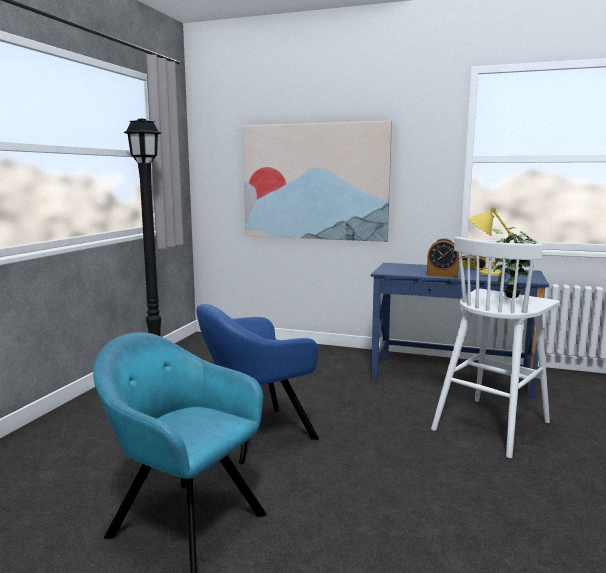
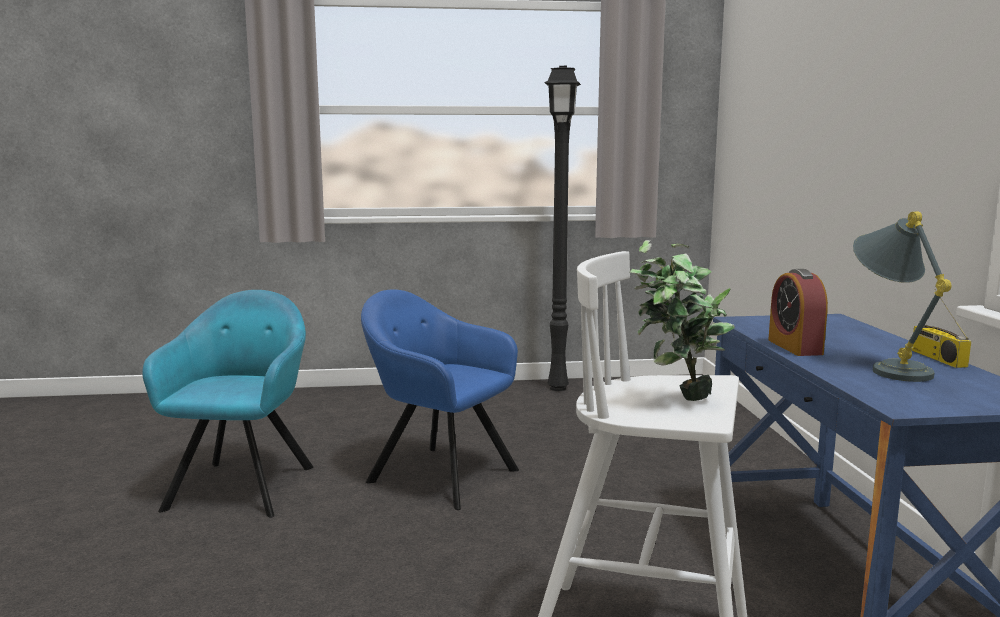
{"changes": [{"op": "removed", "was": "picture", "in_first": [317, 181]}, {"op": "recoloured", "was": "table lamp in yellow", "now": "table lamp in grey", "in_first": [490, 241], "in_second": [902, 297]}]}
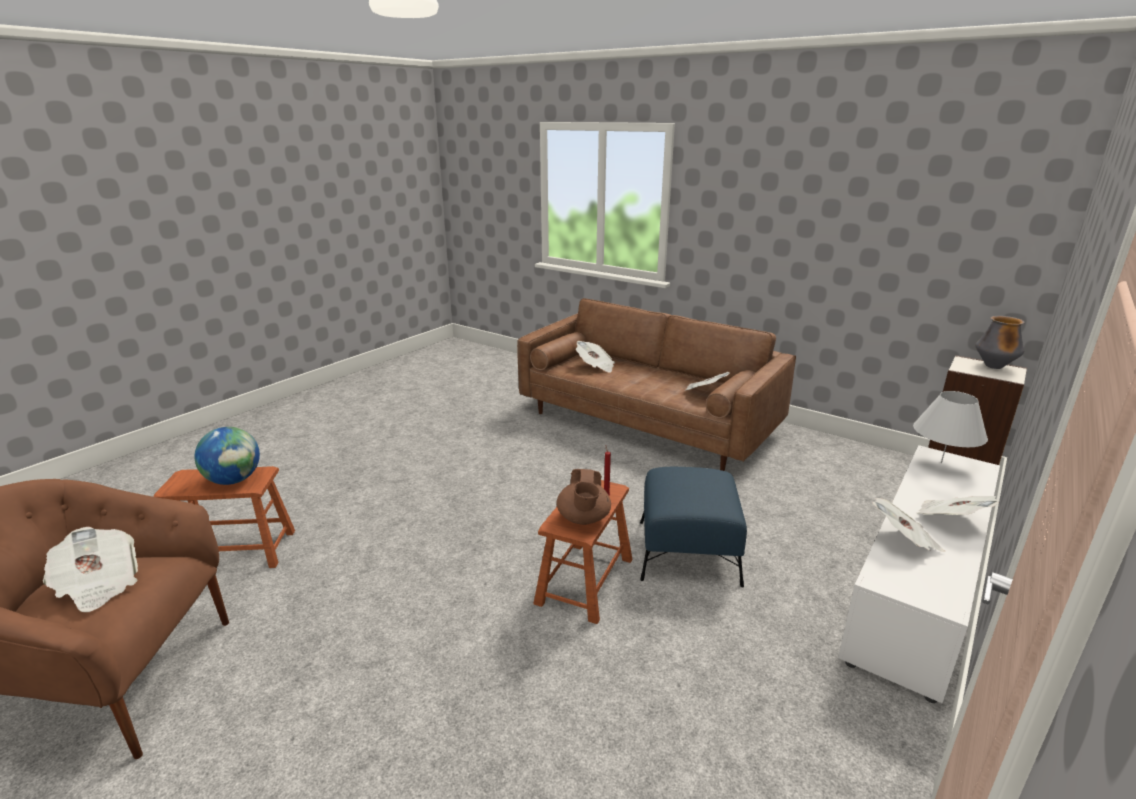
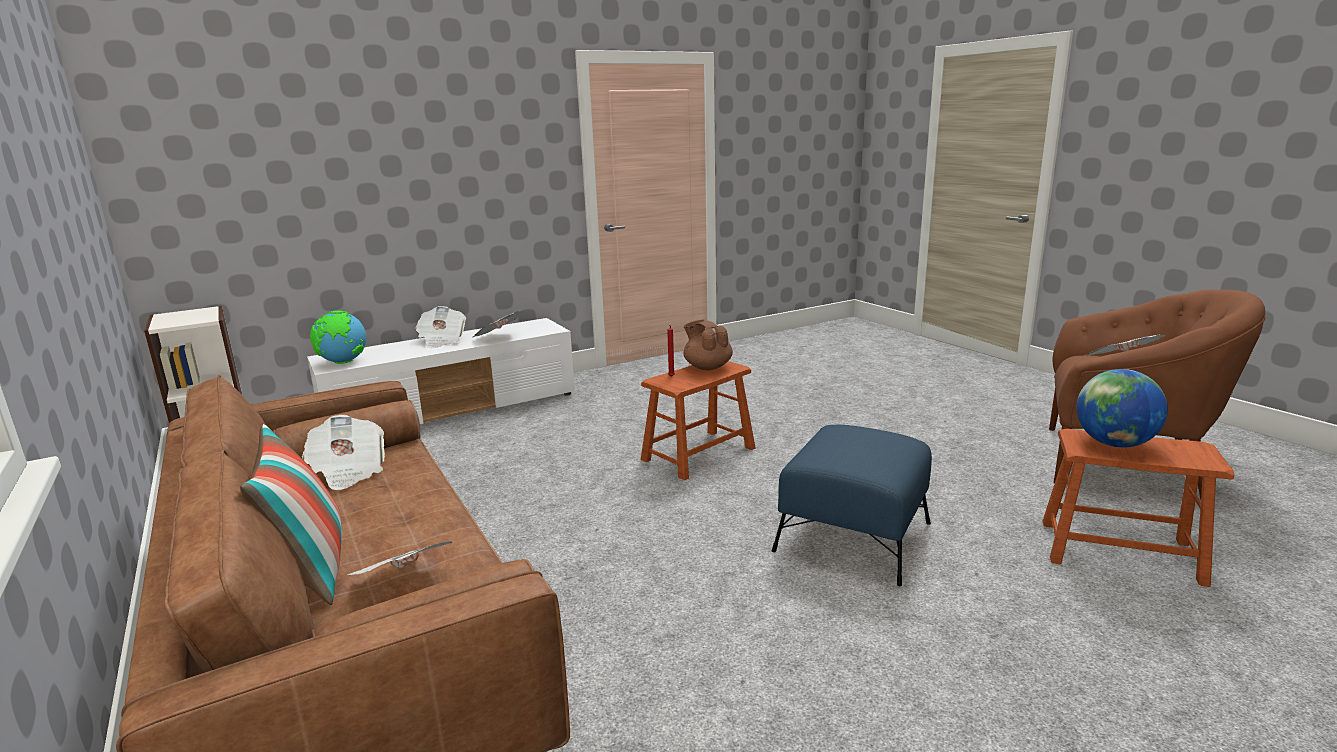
{"changes": [{"op": "removed", "was": "vase", "in_first": [1000, 342]}, {"op": "added", "now": "pillow", "in_second": [291, 514]}, {"op": "moved", "was": "ottoman in blue", "in_first": [693, 527], "in_second": [852, 505]}, {"op": "replaced", "was": "table lamp in white", "now": "globe", "in_first": [950, 427], "in_second": [338, 337]}, {"op": "turned", "was": "teapot in brown", "in_first": [583, 497], "in_second": [708, 345], "clockwise": -60}]}
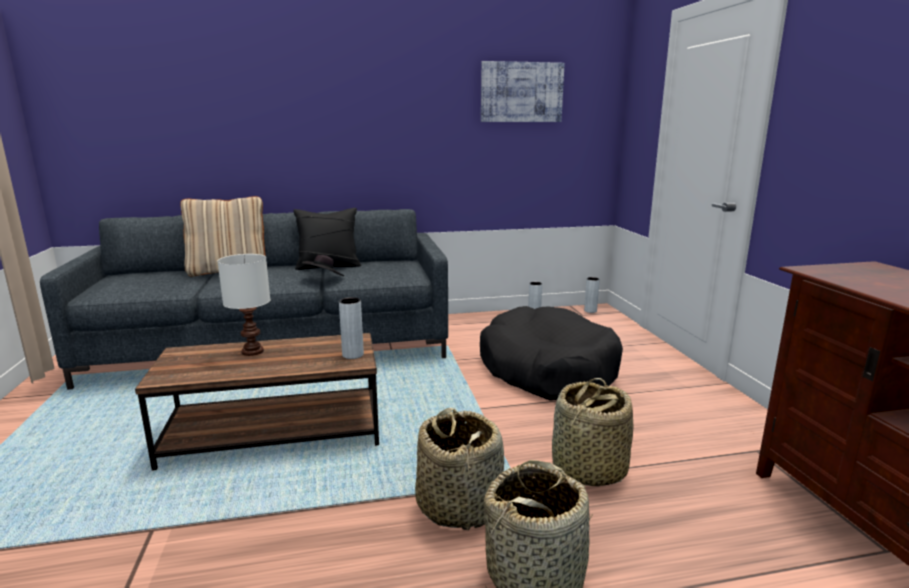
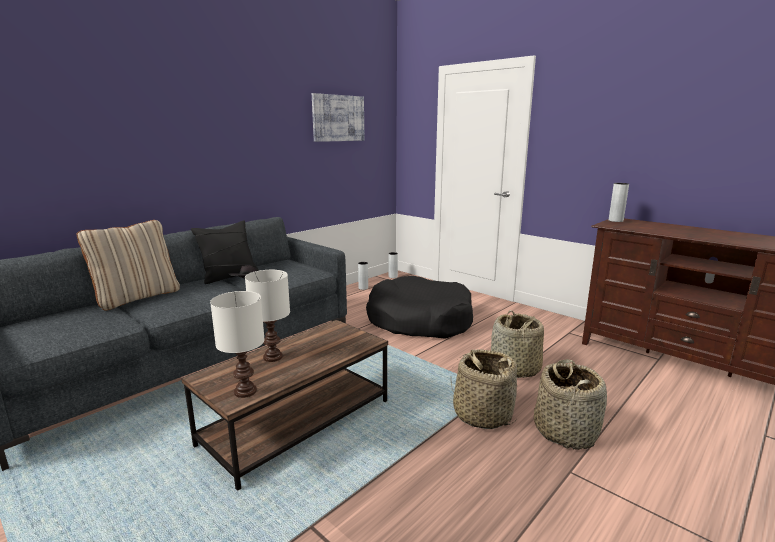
{"changes": [{"op": "added", "now": "table lamp in white", "in_second": [237, 344]}, {"op": "moved", "was": "vase in grey", "in_first": [351, 328], "in_second": [619, 202]}]}
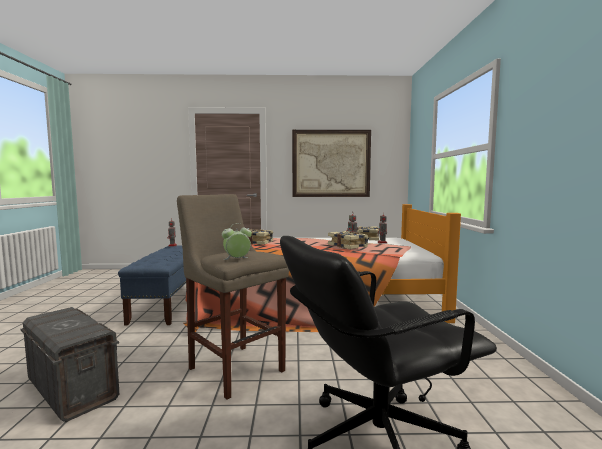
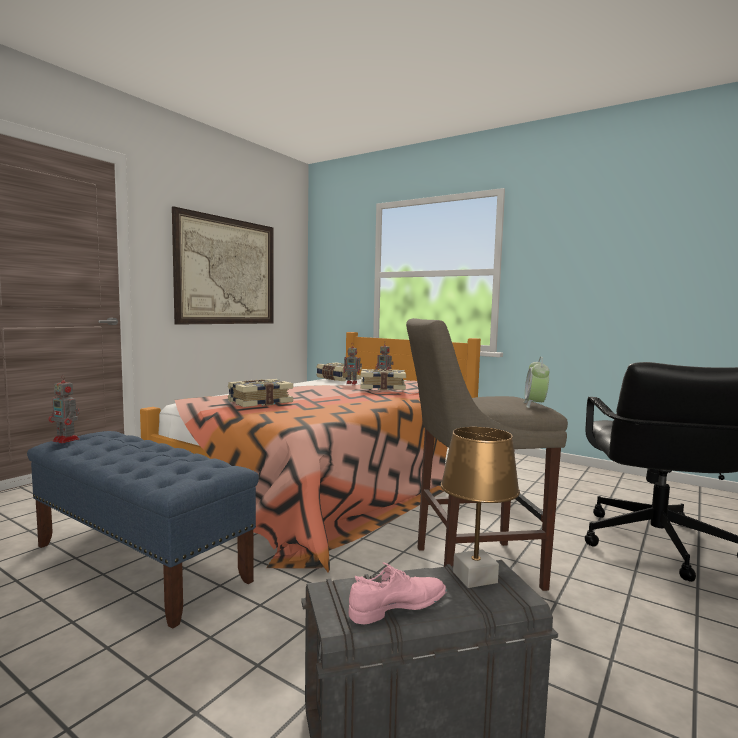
{"changes": [{"op": "added", "now": "shoe in pink", "in_second": [398, 593]}, {"op": "added", "now": "table lamp in brown", "in_second": [480, 507]}]}
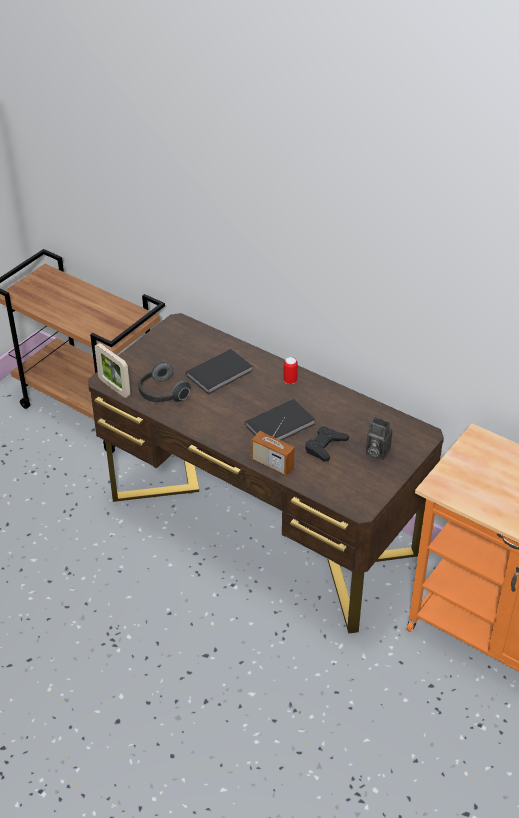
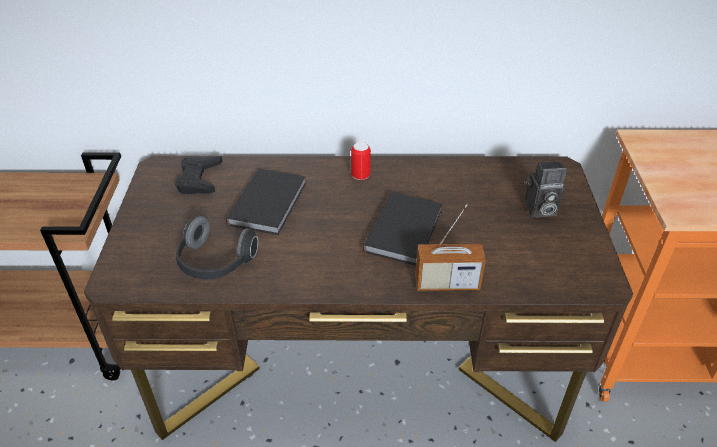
{"changes": [{"op": "removed", "was": "picture frame", "in_first": [112, 370]}, {"op": "moved", "was": "game controller in black", "in_first": [327, 444], "in_second": [198, 175]}]}
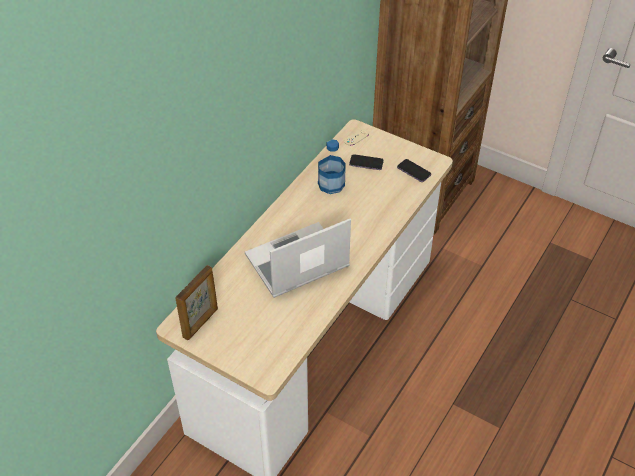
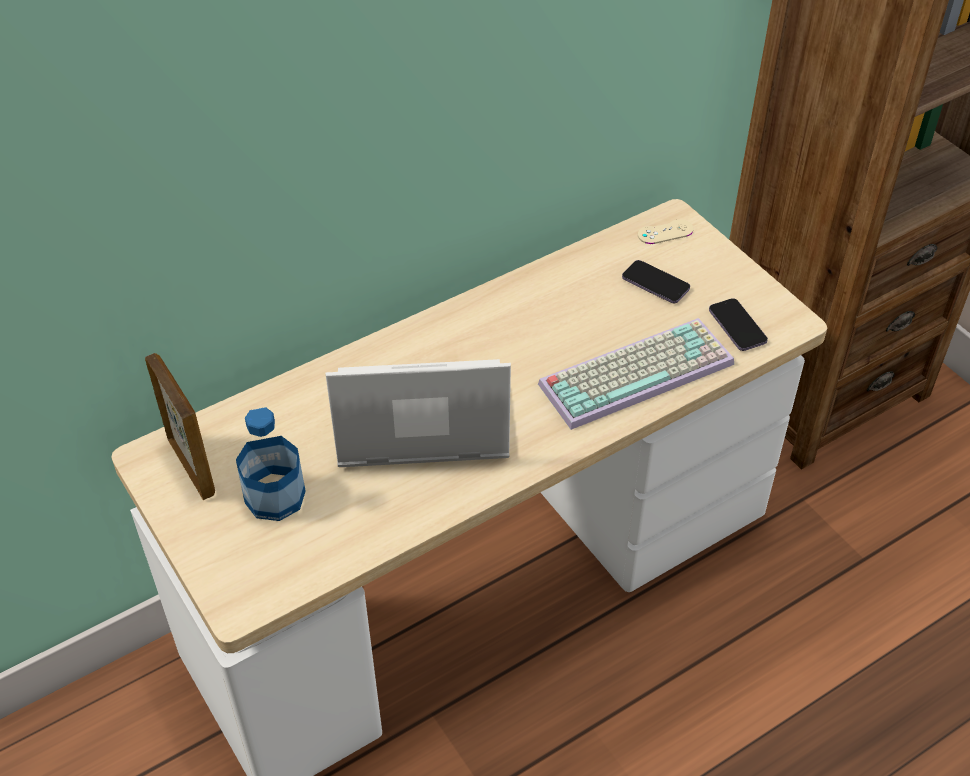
{"changes": [{"op": "added", "now": "keyboard", "in_second": [636, 374]}, {"op": "moved", "was": "bottle", "in_first": [332, 166], "in_second": [271, 464]}, {"op": "turned", "was": "picture frame", "in_first": [196, 302], "in_second": [180, 426], "clockwise": -90}]}
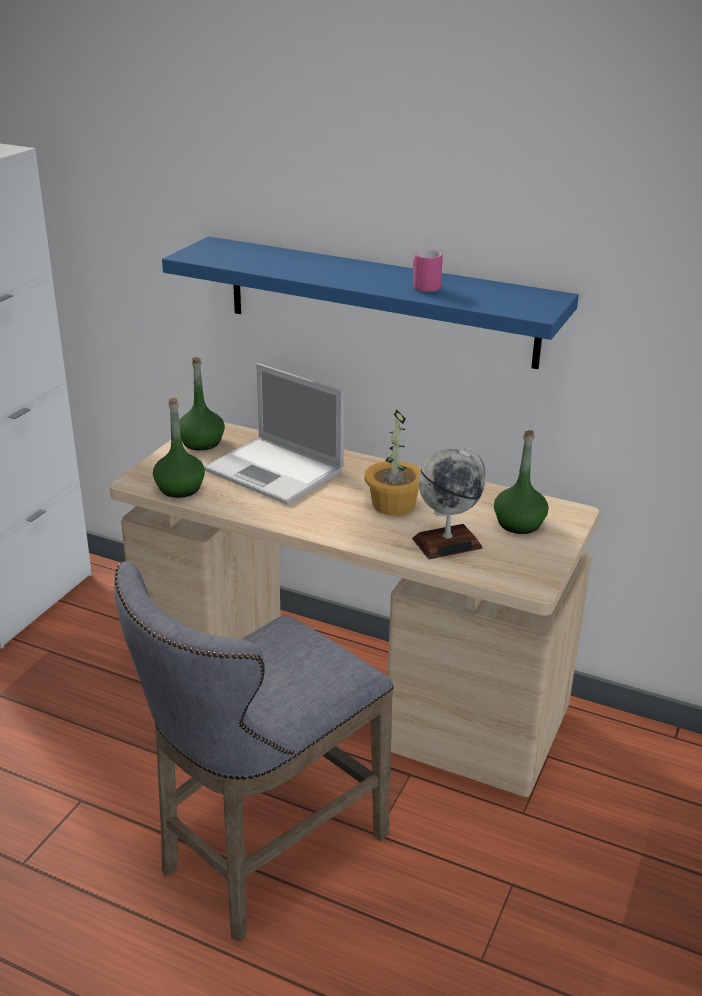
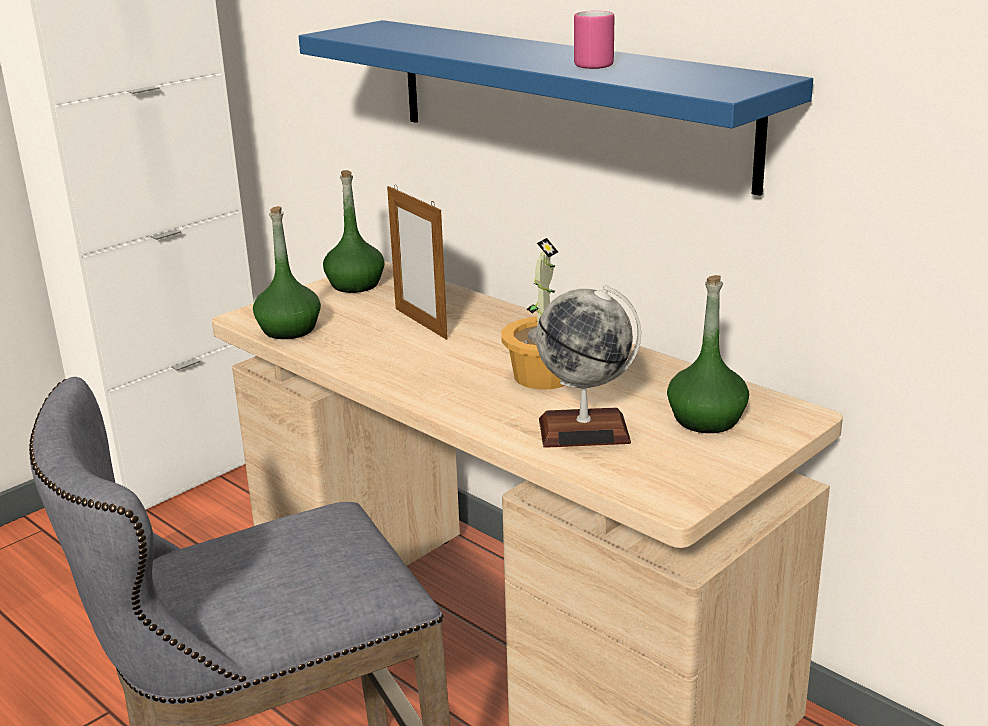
{"changes": [{"op": "replaced", "was": "laptop", "now": "picture frame", "in_first": [274, 434], "in_second": [417, 262]}]}
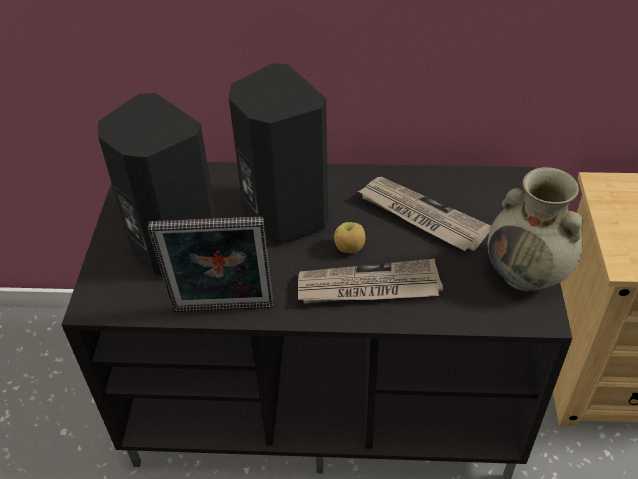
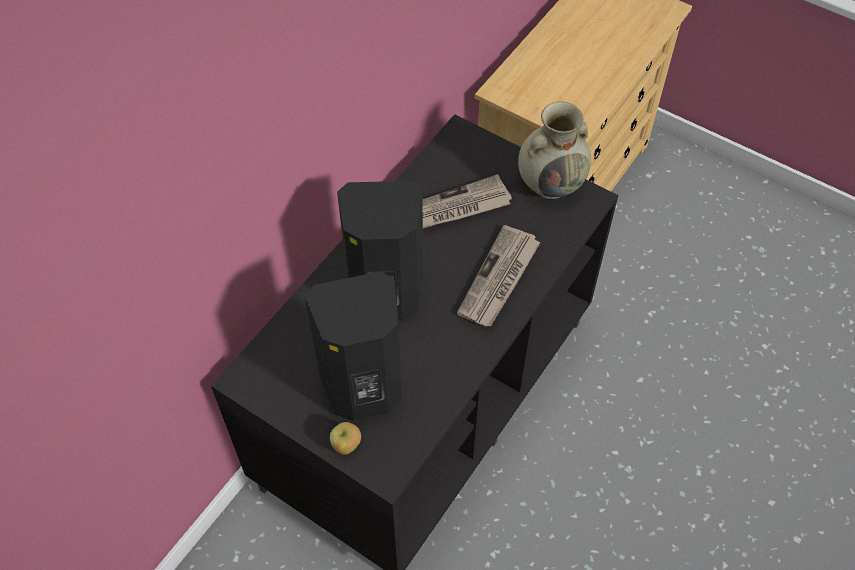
{"changes": [{"op": "removed", "was": "picture frame", "in_first": [210, 264]}, {"op": "moved", "was": "apple", "in_first": [349, 237], "in_second": [345, 438]}]}
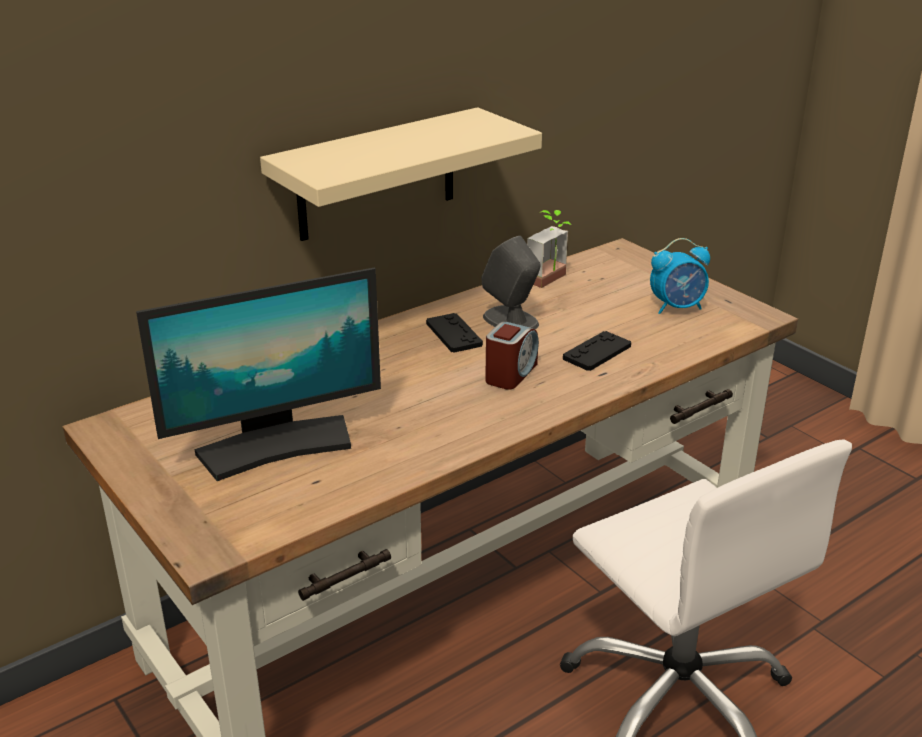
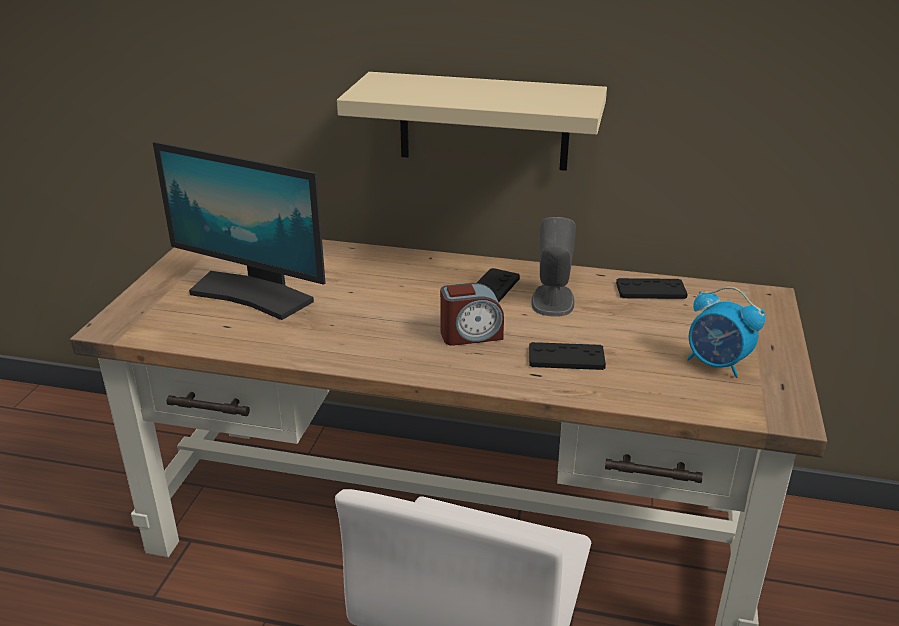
{"changes": [{"op": "replaced", "was": "potted plant", "now": "game controller in black", "in_first": [549, 249], "in_second": [651, 288]}]}
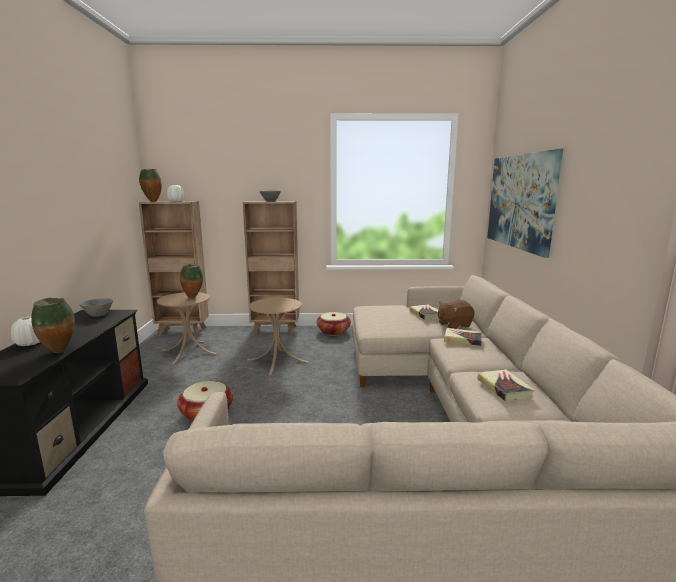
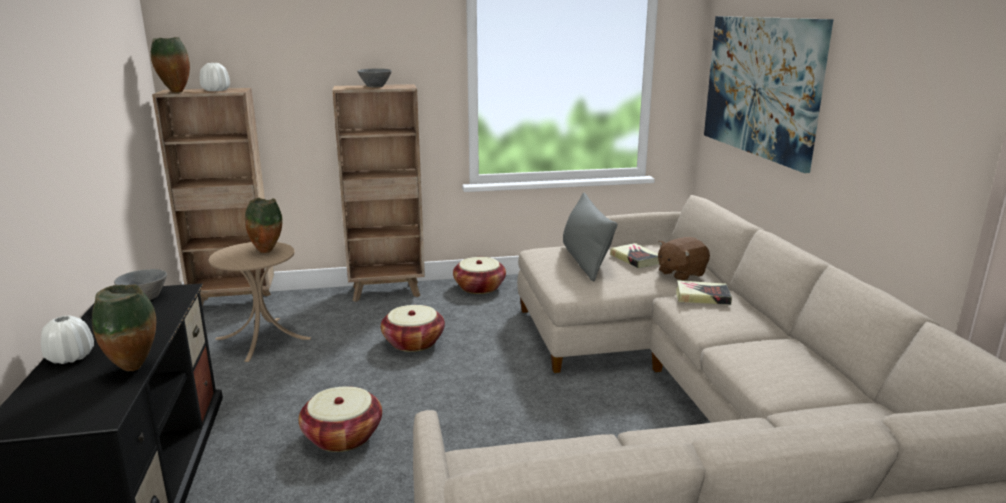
{"changes": [{"op": "removed", "was": "book", "in_first": [506, 385]}, {"op": "added", "now": "pillow in grey", "in_second": [590, 236]}, {"op": "replaced", "was": "side table in beige", "now": "basket", "in_first": [278, 336], "in_second": [413, 328]}]}
